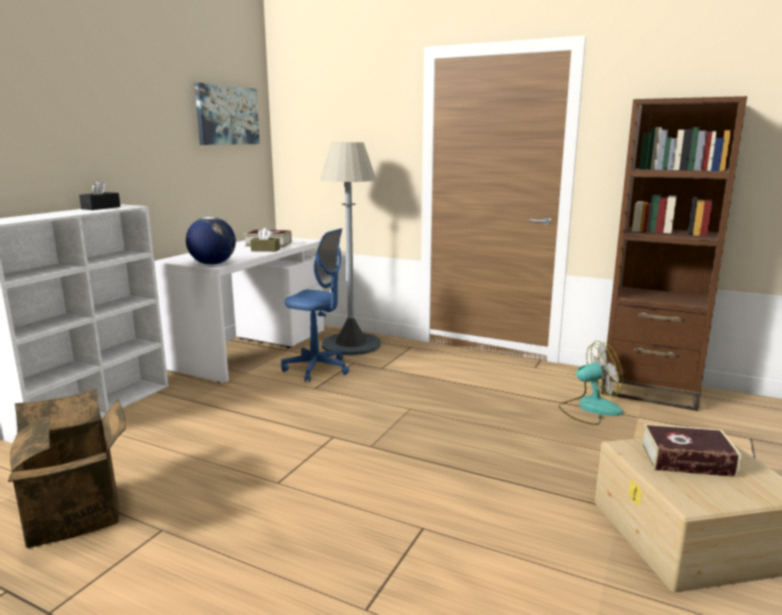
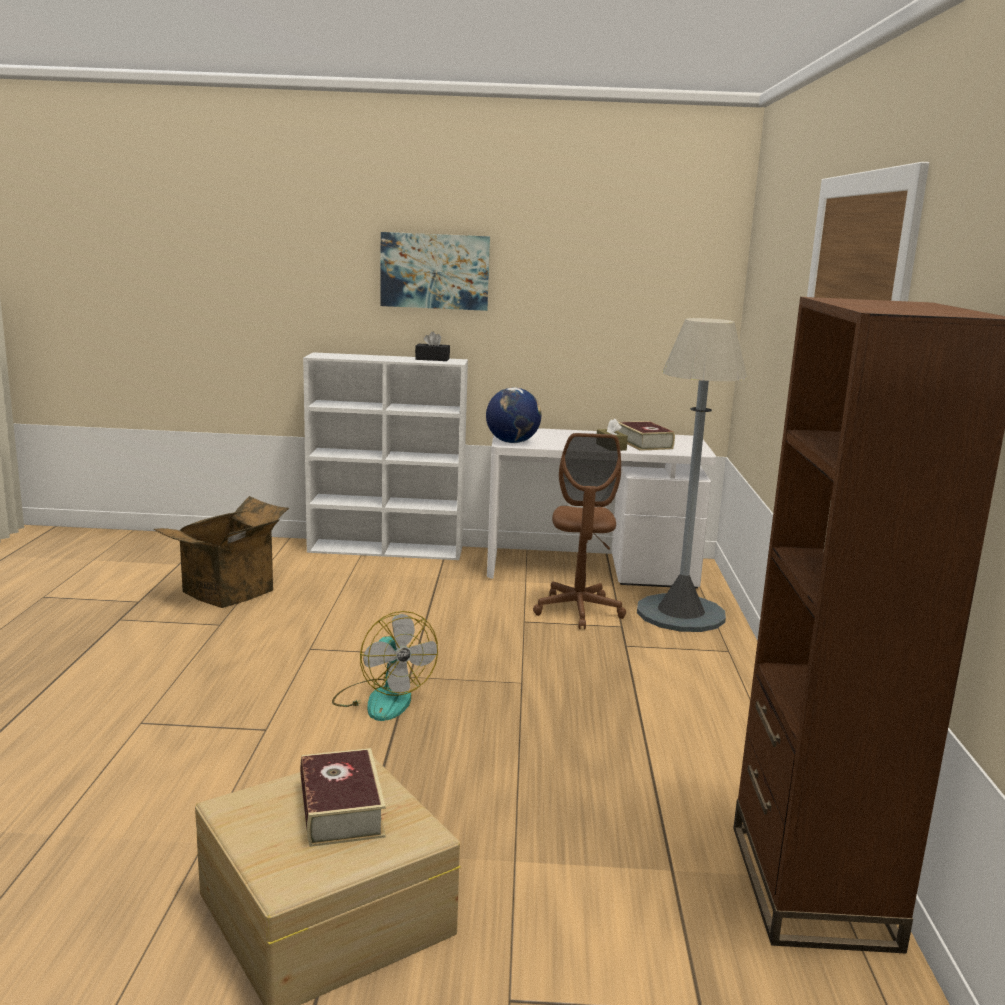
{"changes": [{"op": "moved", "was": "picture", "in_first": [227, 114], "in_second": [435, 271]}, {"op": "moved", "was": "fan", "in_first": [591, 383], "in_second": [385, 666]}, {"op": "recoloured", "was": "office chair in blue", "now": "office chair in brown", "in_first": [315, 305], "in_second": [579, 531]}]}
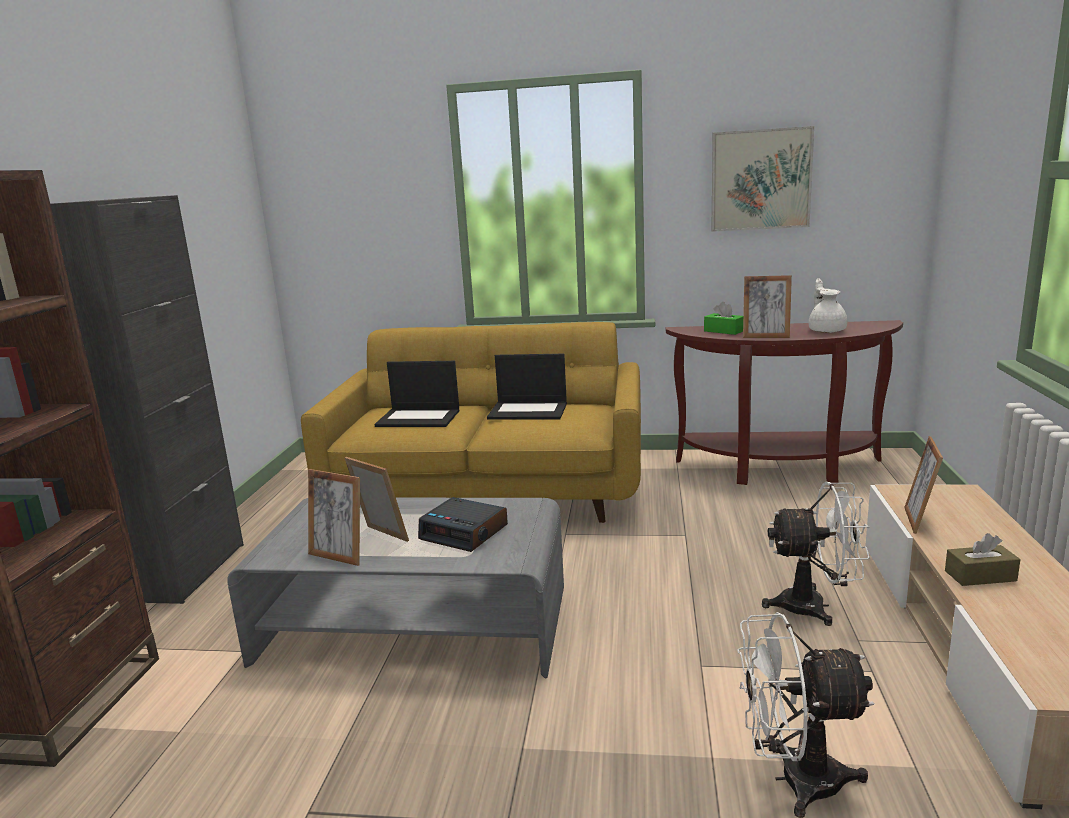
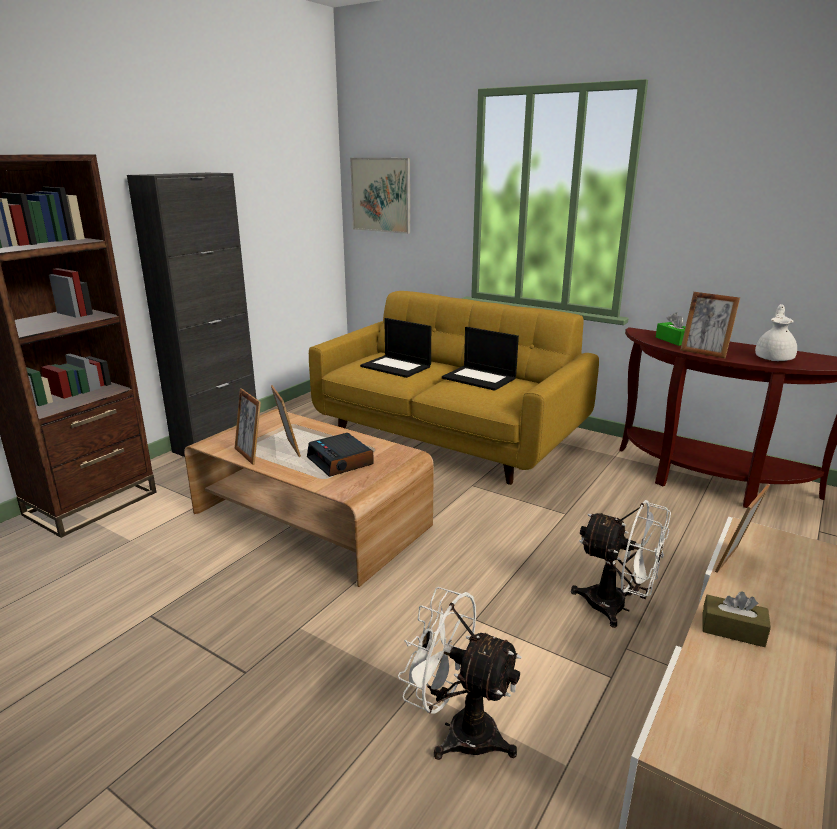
{"changes": [{"op": "moved", "was": "picture", "in_first": [762, 179], "in_second": [380, 196]}, {"op": "recoloured", "was": "coffee table in grey", "now": "coffee table in brown", "in_first": [395, 588], "in_second": [309, 498]}]}
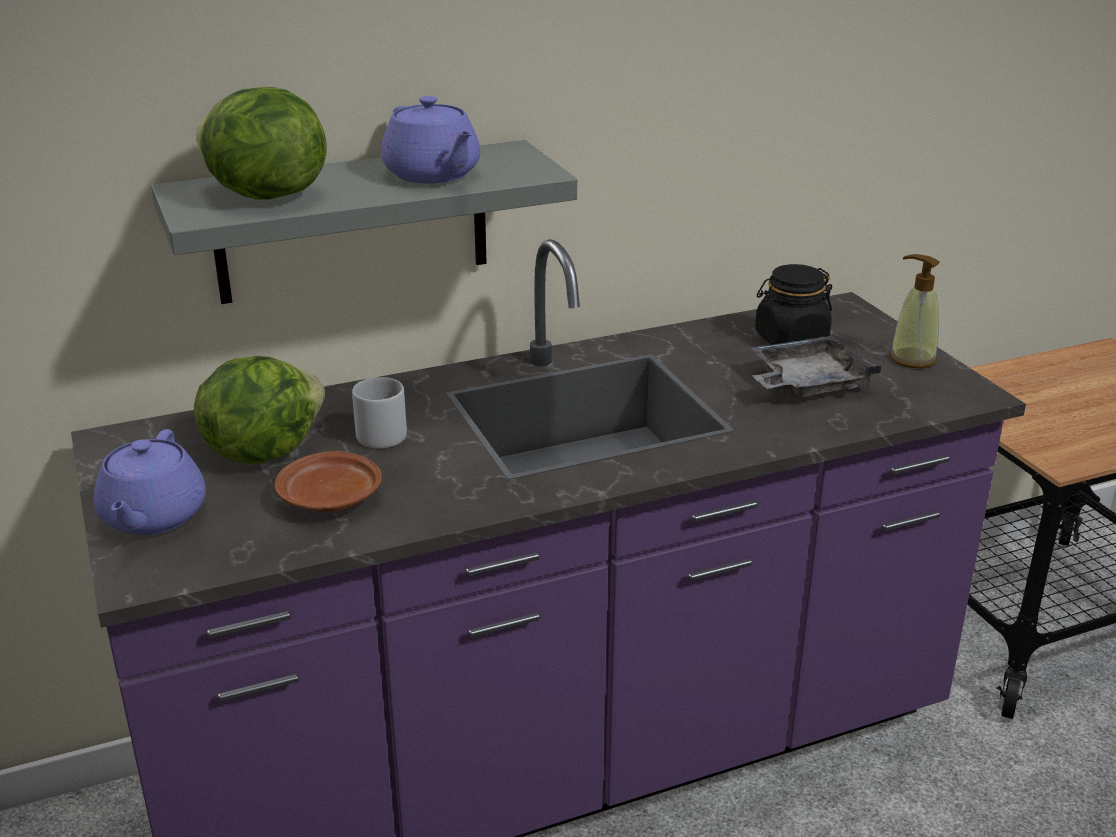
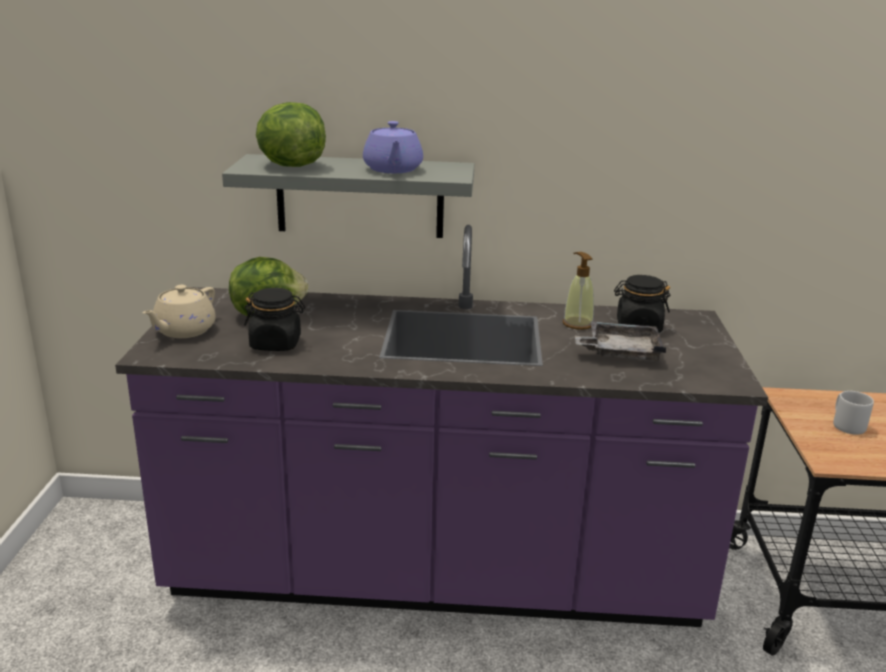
{"changes": [{"op": "moved", "was": "mug in grey", "in_first": [379, 413], "in_second": [853, 413]}, {"op": "moved", "was": "soap dispenser", "in_first": [915, 311], "in_second": [578, 291]}, {"op": "replaced", "was": "plate in brown", "now": "jar in black", "in_first": [328, 481], "in_second": [274, 319]}, {"op": "recoloured", "was": "teapot in purple", "now": "teapot in beige", "in_first": [150, 482], "in_second": [179, 311]}]}
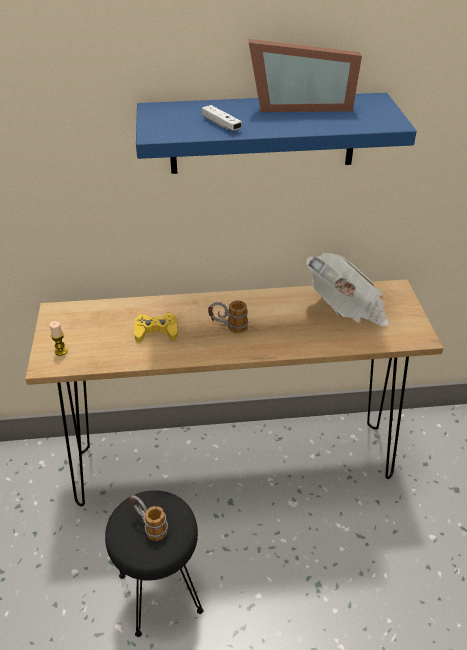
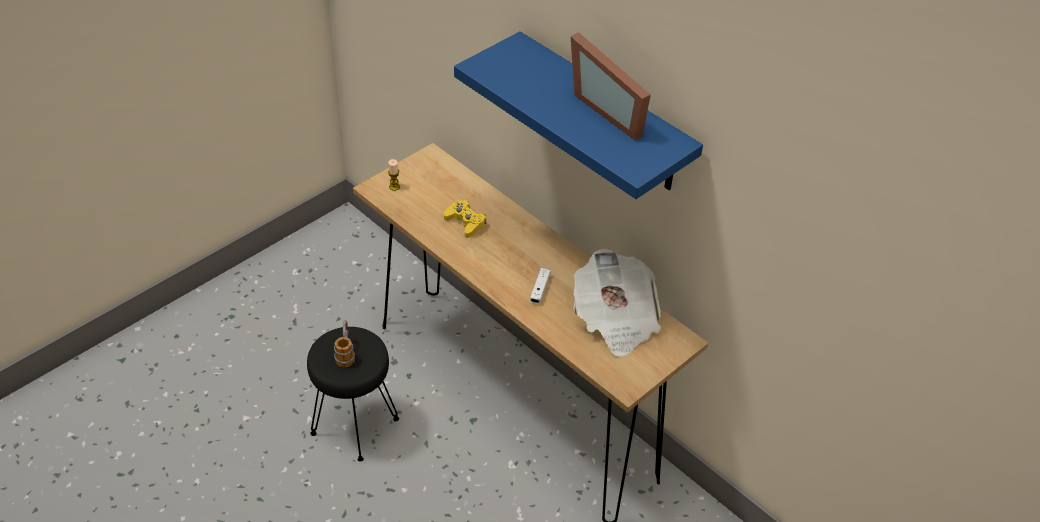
{"changes": [{"op": "removed", "was": "mug", "in_first": [228, 317]}, {"op": "moved", "was": "game controller in white", "in_first": [222, 118], "in_second": [540, 285]}]}
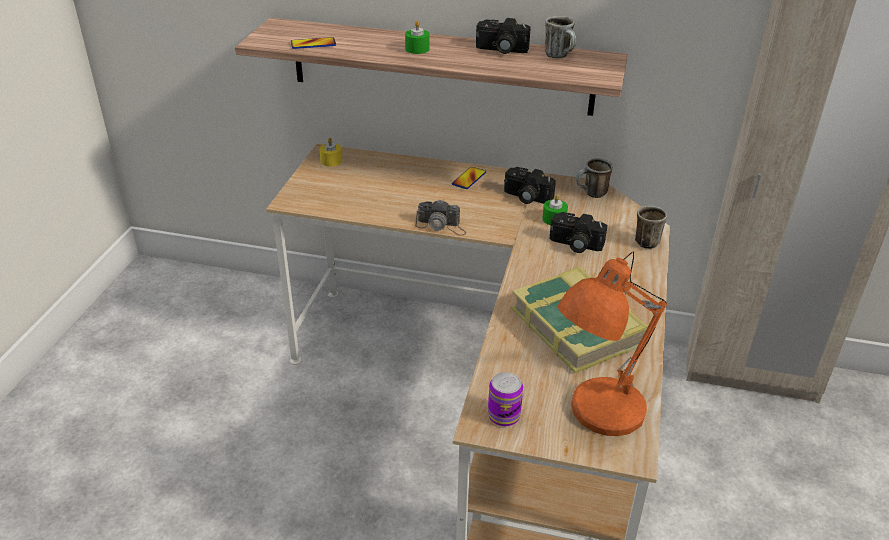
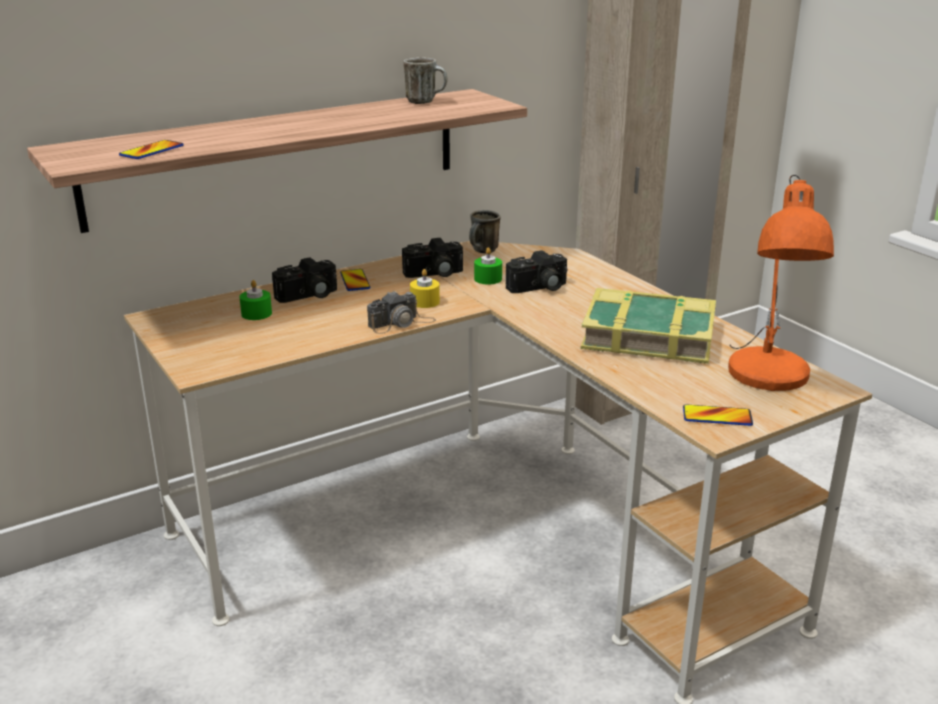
{"changes": [{"op": "removed", "was": "mug", "in_first": [651, 227]}, {"op": "moved", "was": "candle in yellow", "in_first": [331, 152], "in_second": [425, 288]}, {"op": "moved", "was": "candle in green", "in_first": [417, 37], "in_second": [255, 300]}, {"op": "moved", "was": "photo camera", "in_first": [503, 36], "in_second": [304, 280]}, {"op": "replaced", "was": "can", "now": "phone", "in_first": [505, 399], "in_second": [718, 415]}]}
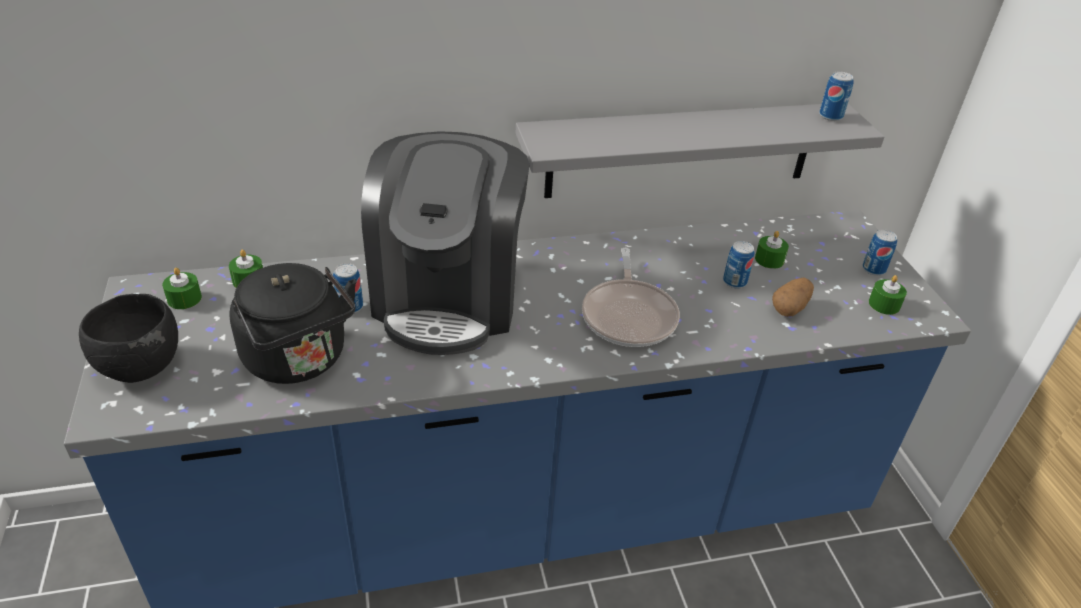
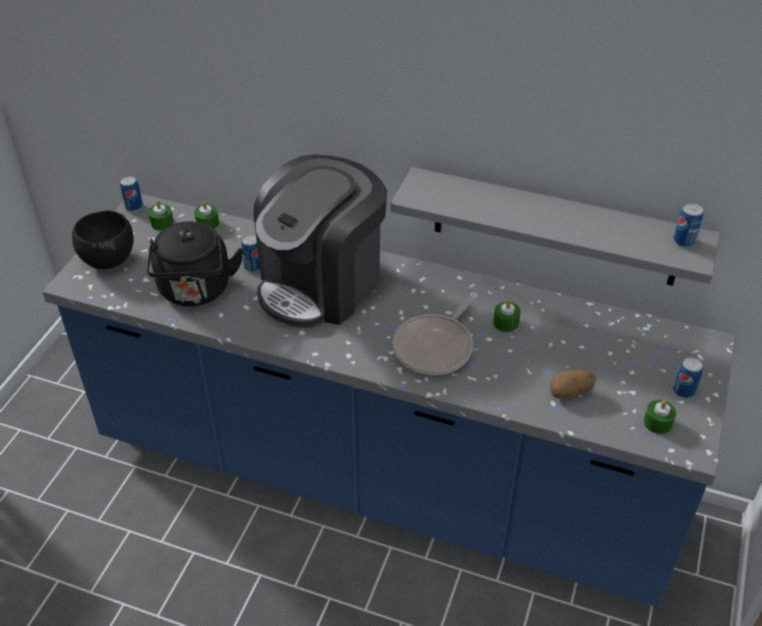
{"changes": [{"op": "moved", "was": "can", "in_first": [739, 264], "in_second": [131, 194]}, {"op": "moved", "was": "candle in green", "in_first": [772, 250], "in_second": [507, 316]}]}
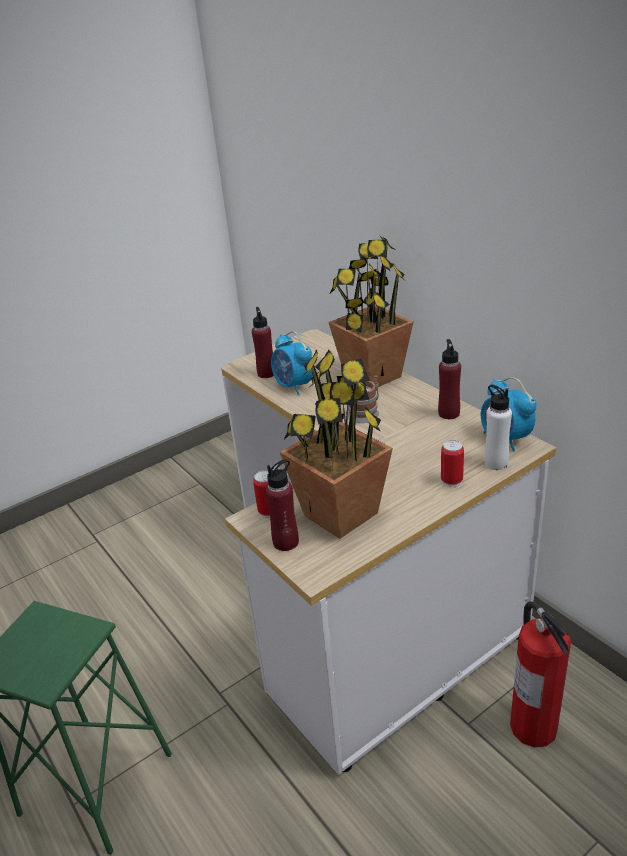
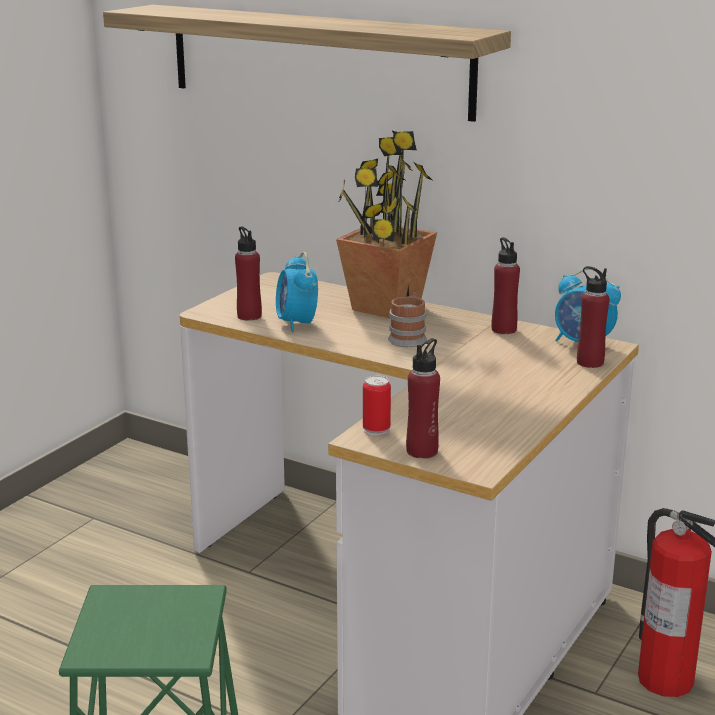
{"changes": [{"op": "removed", "was": "potted plant", "in_first": [336, 444]}, {"op": "removed", "was": "can", "in_first": [452, 463]}, {"op": "added", "now": "shelf", "in_second": [307, 63]}, {"op": "recoloured", "was": "bottle in white", "now": "bottle in red", "in_first": [498, 427], "in_second": [593, 317]}, {"op": "turned", "was": "alarm clock", "in_first": [292, 363], "in_second": [297, 292], "clockwise": 45}]}
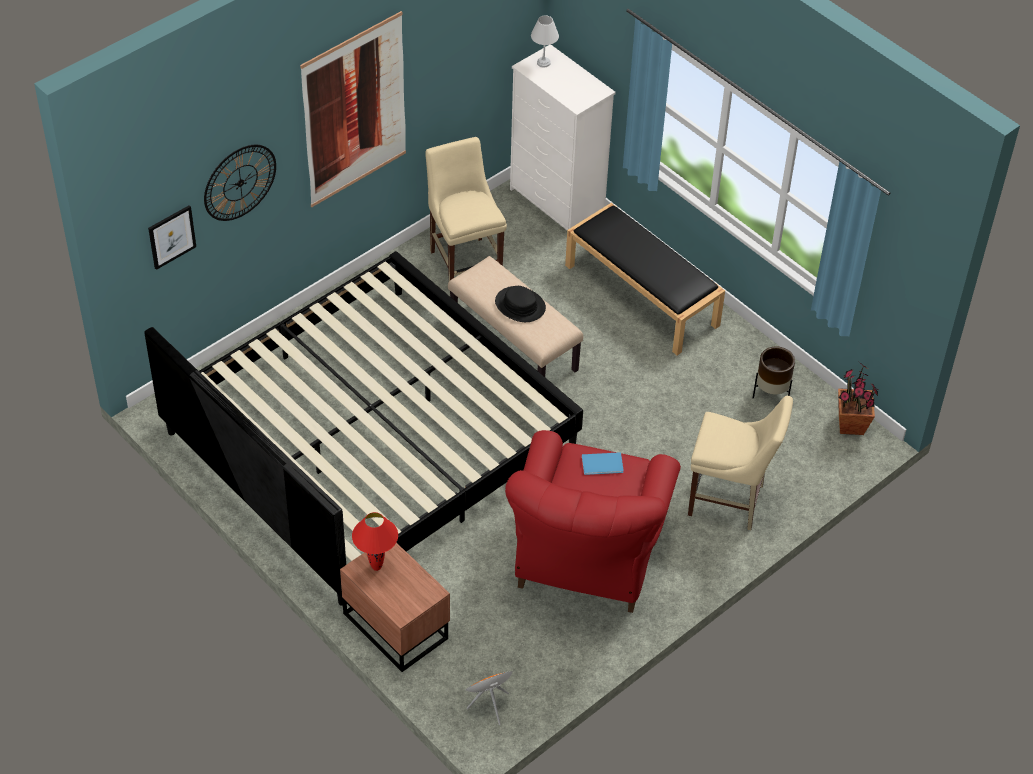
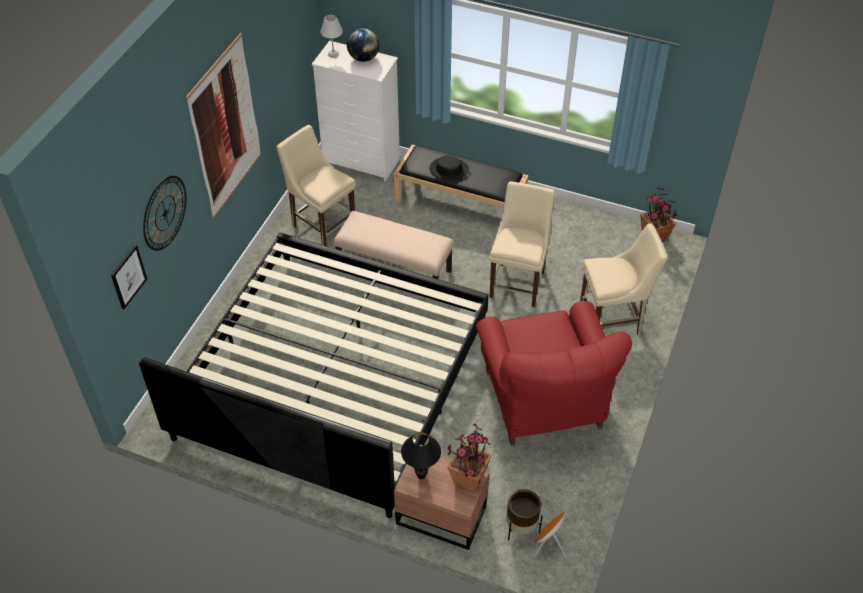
{"changes": [{"op": "removed", "was": "book in blue", "in_first": [603, 463]}, {"op": "added", "now": "globe", "in_second": [363, 45]}, {"op": "added", "now": "potted plant", "in_second": [469, 458]}, {"op": "added", "now": "chair in beige", "in_second": [522, 244]}, {"op": "moved", "was": "hat in black", "in_first": [520, 304], "in_second": [449, 168]}, {"op": "moved", "was": "planter in brown", "in_first": [774, 372], "in_second": [524, 514]}, {"op": "recoloured", "was": "table lamp in red", "now": "table lamp in black", "in_first": [375, 541], "in_second": [421, 455]}]}
